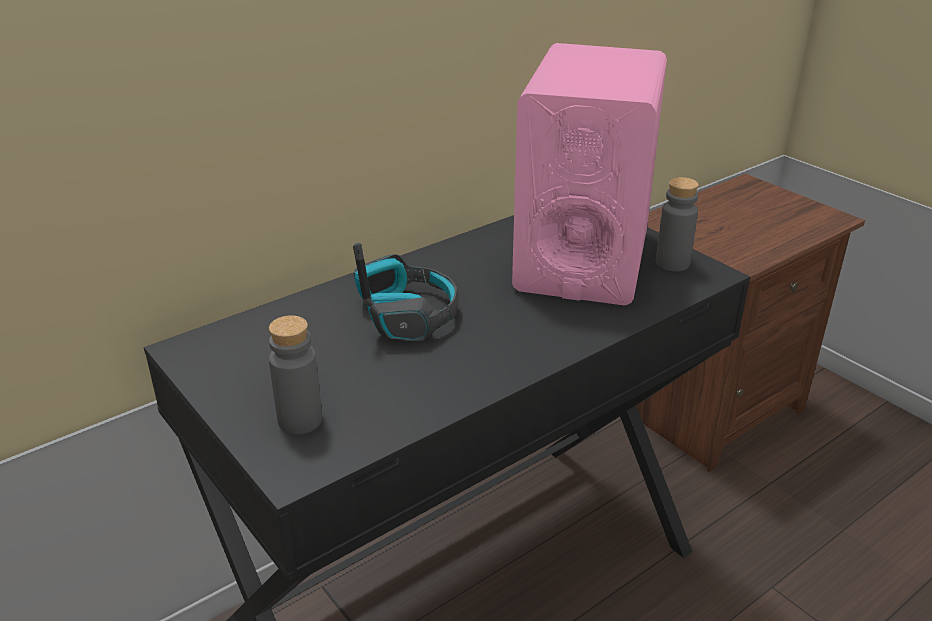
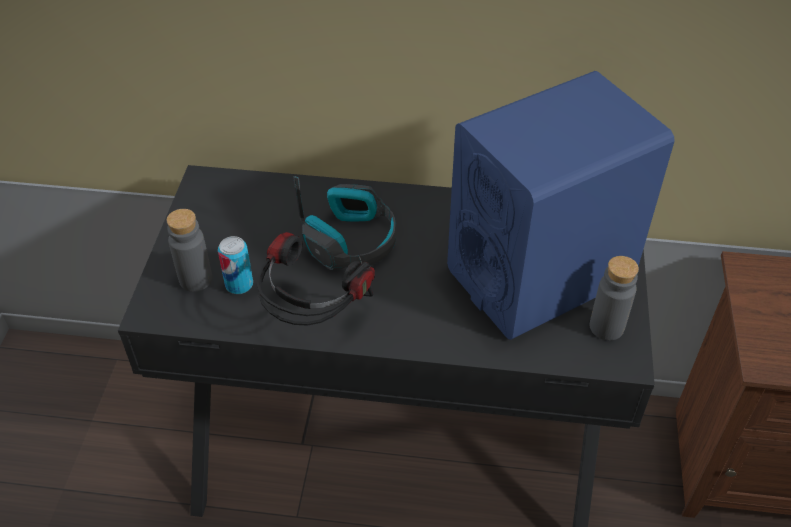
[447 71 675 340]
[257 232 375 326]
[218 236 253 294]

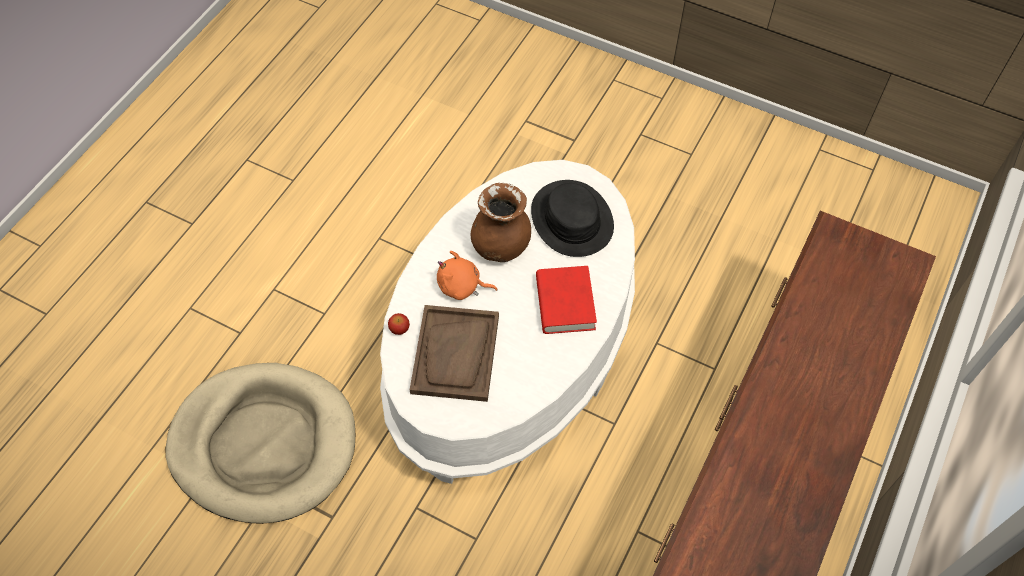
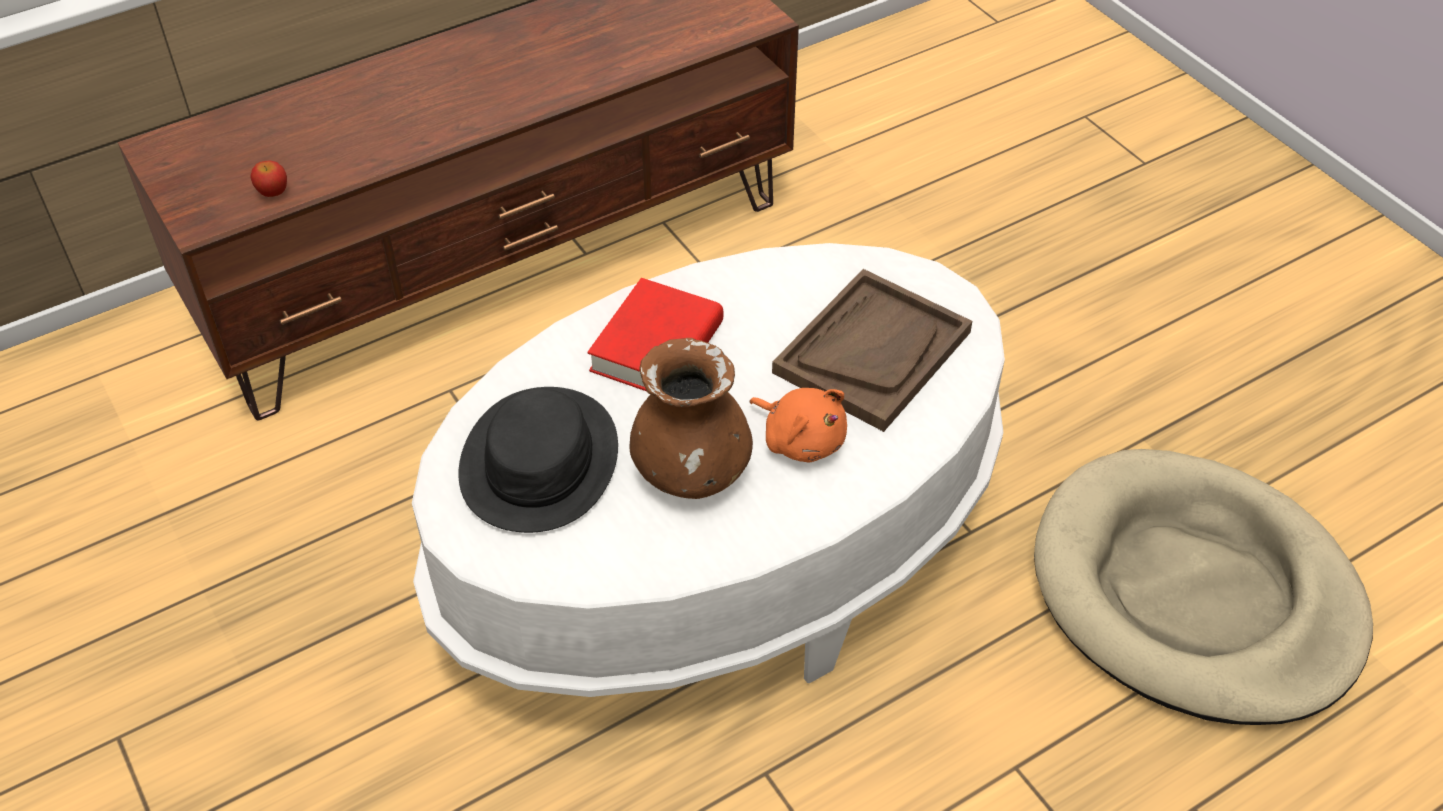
[250 160 287 197]

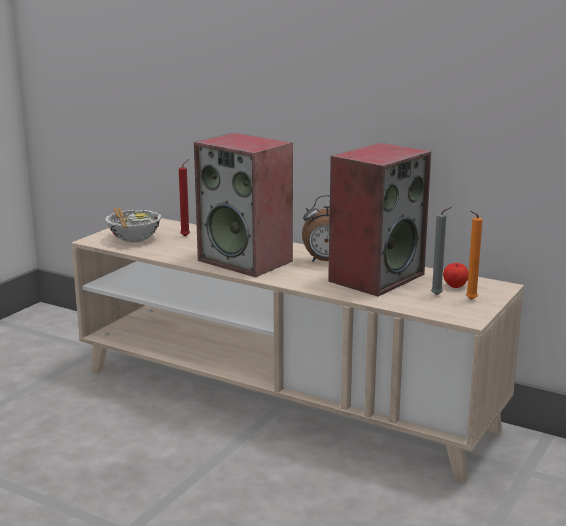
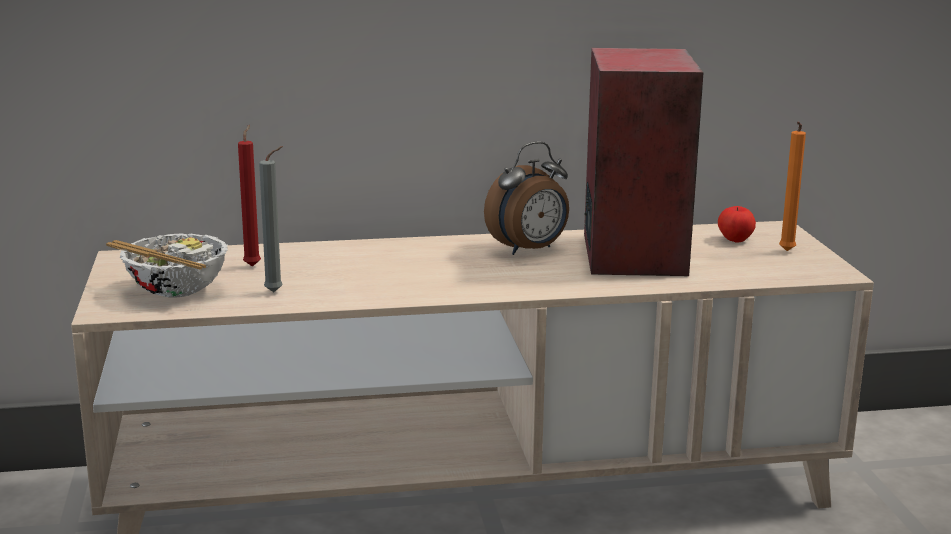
[194 133 293 277] (first image)
[259 146 283 292]

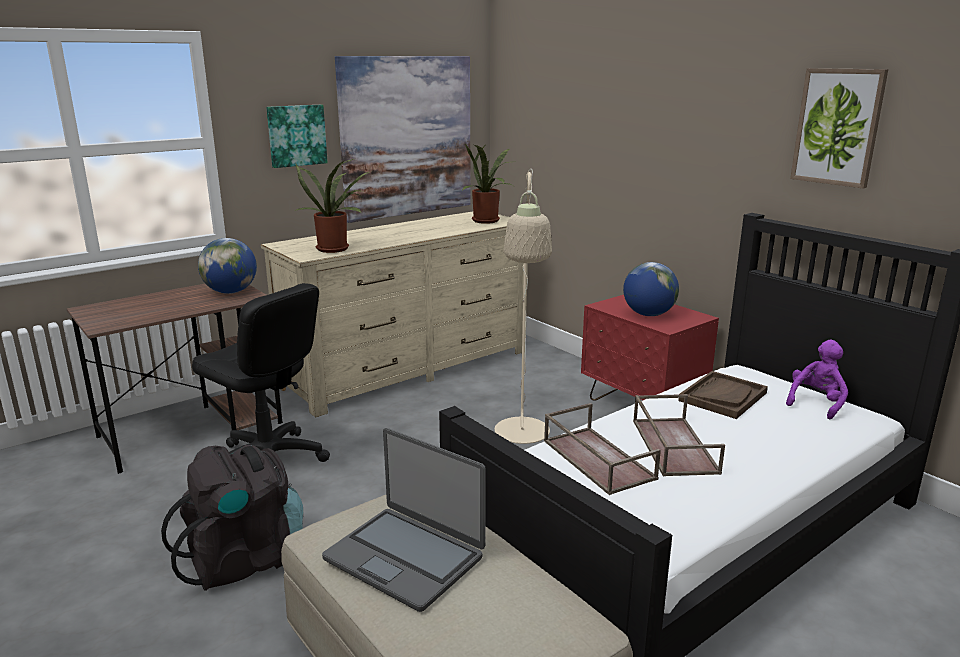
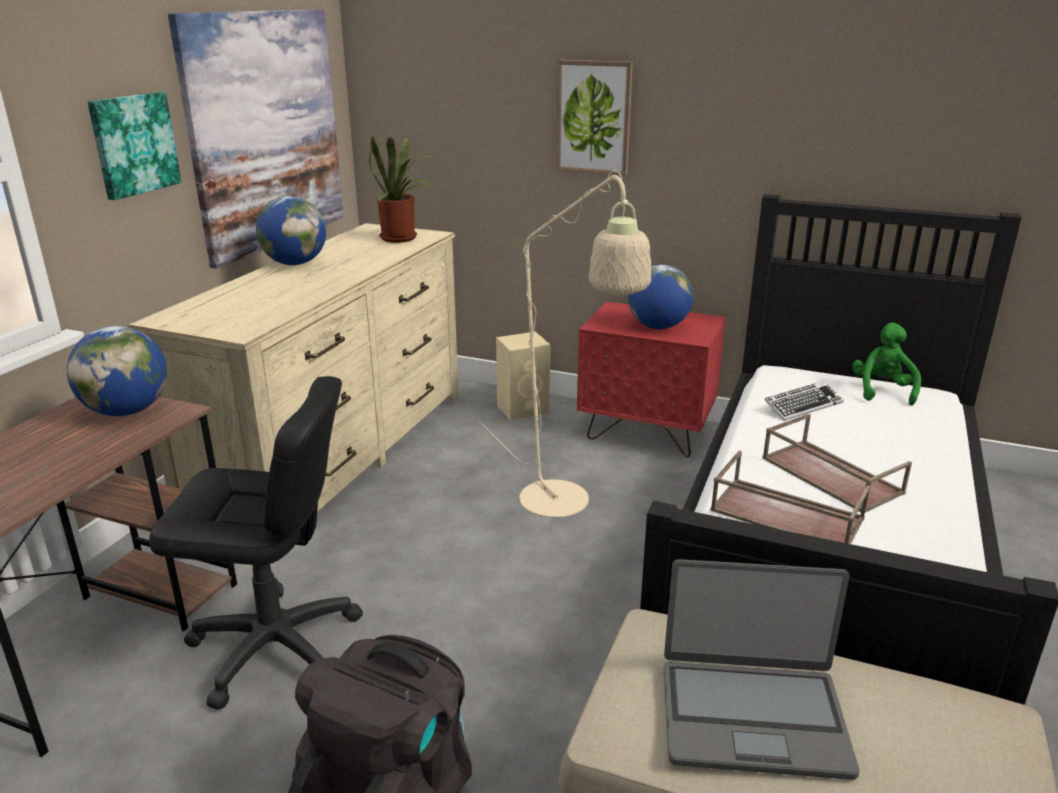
[556 60 633 176]
[292 159 369 253] (first image)
[852 322 921 405]
[765 381 844 421]
[256 196 326 265]
[496 332 550 421]

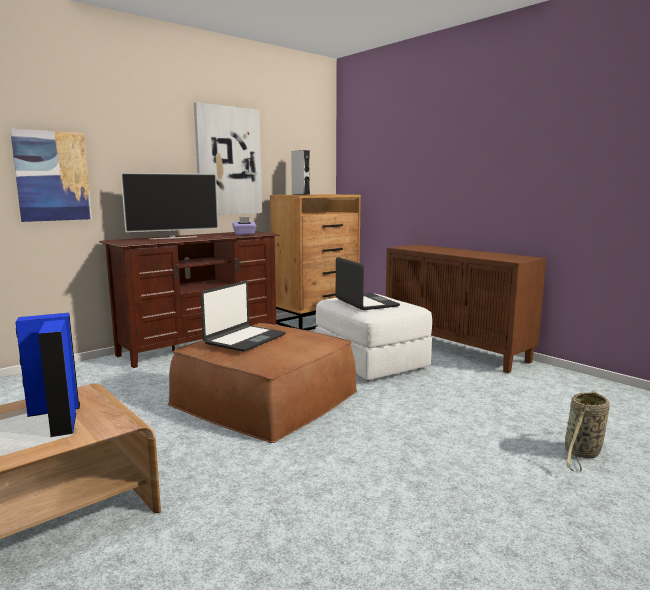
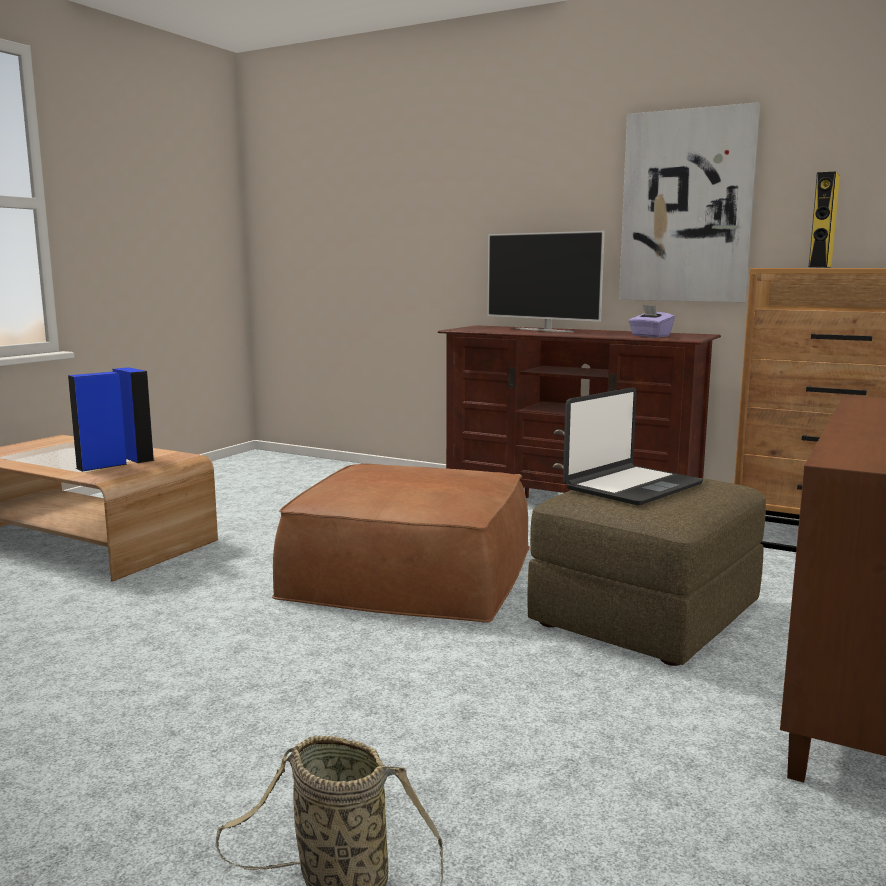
[10 129 92 222] (first image)
[808 172 840 268]
[200 281 286 352] (first image)
[528 477 766 666]

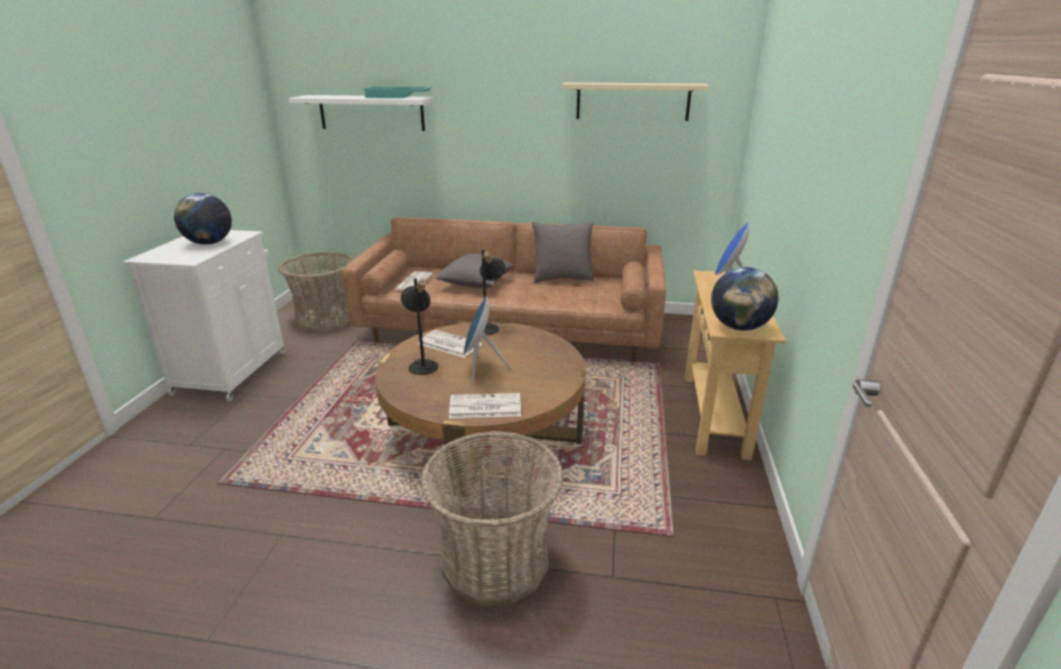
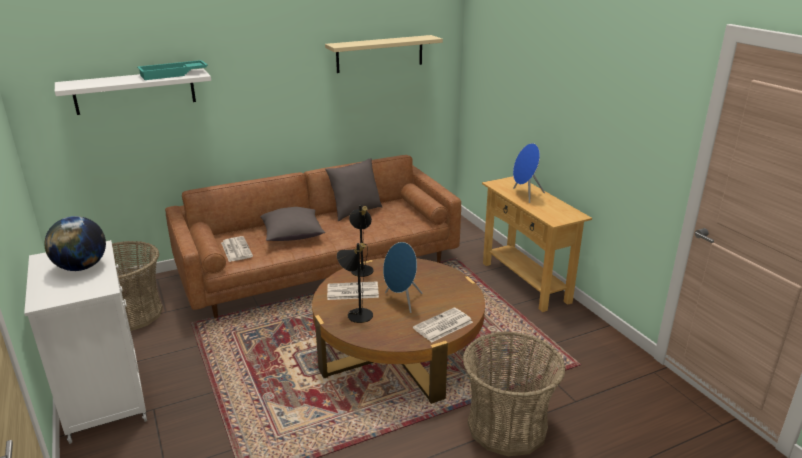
[711 267 778 331] (first image)

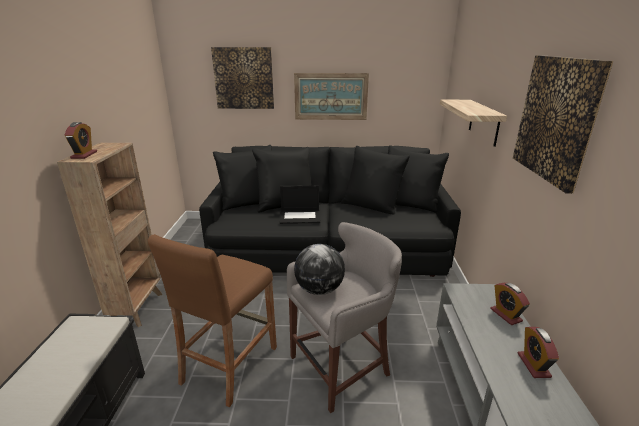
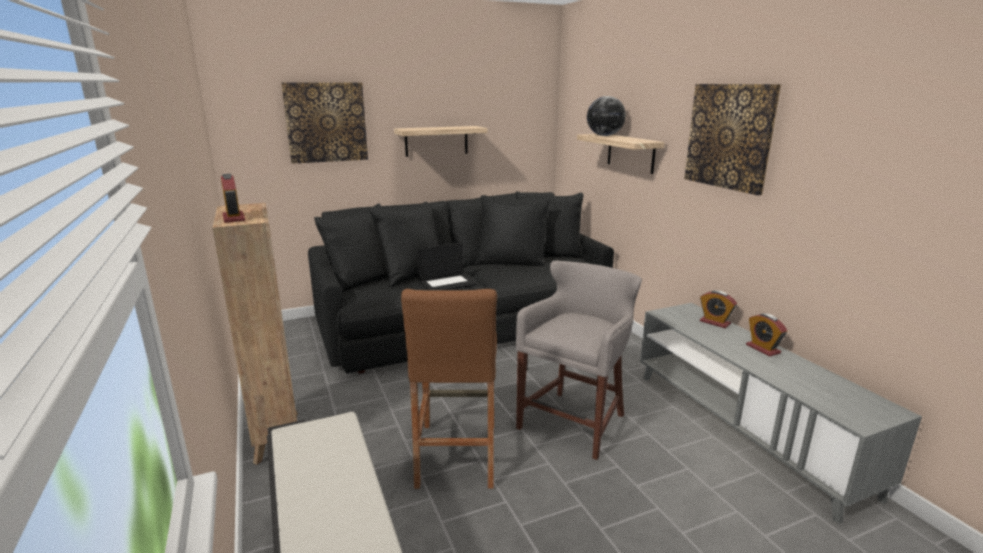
[394 126 487 157]
[587 96 626 136]

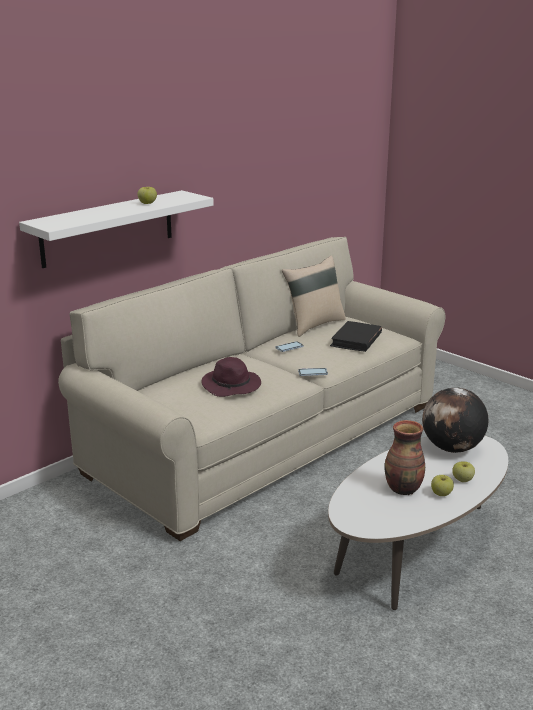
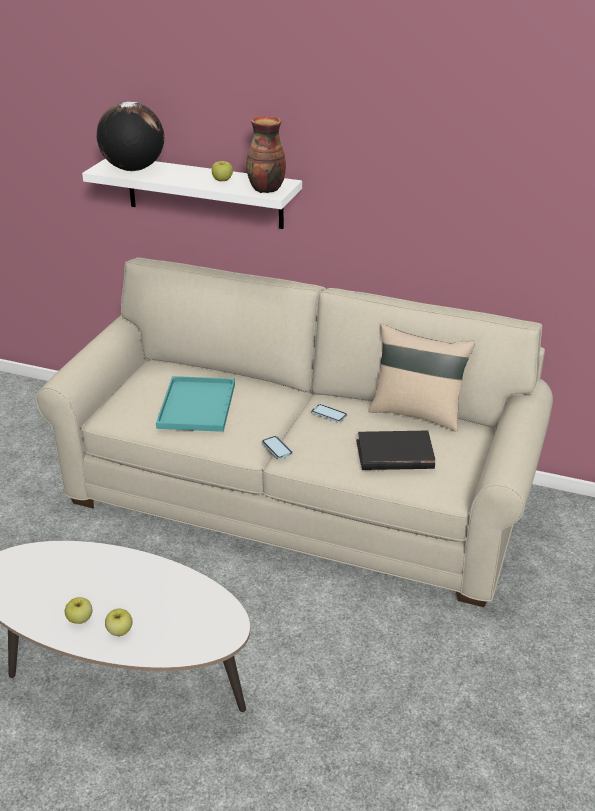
[156 376 235 432]
[97 101 164 171]
[246 116 286 193]

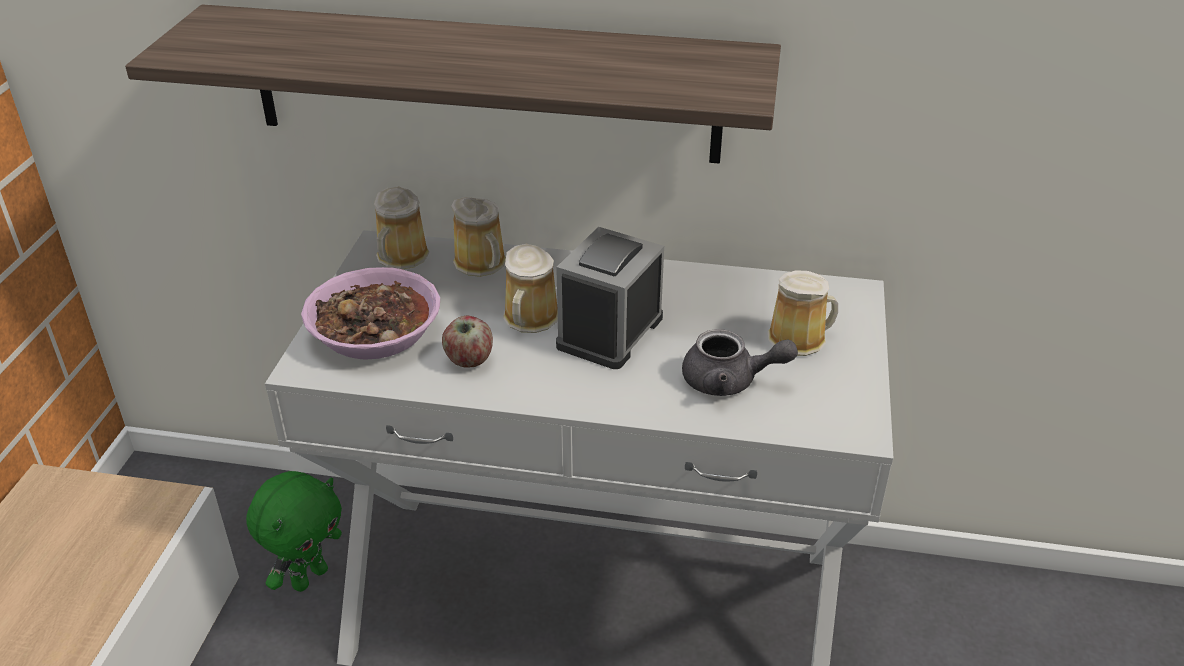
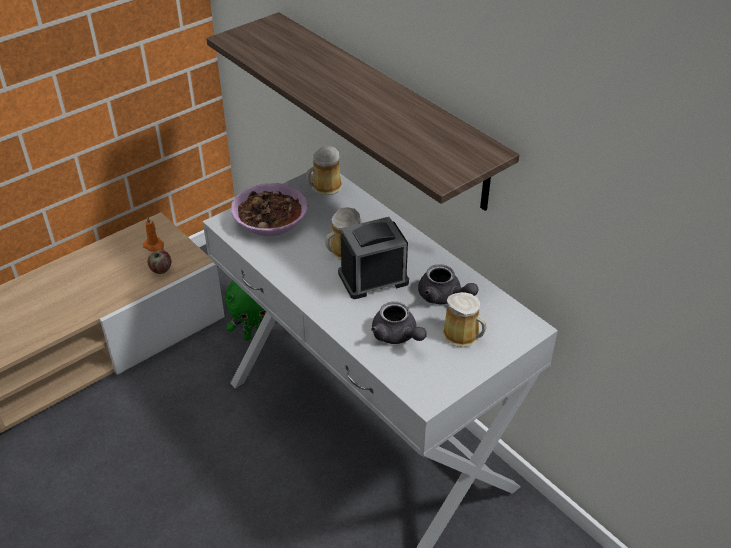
[451 197 506 277] (first image)
[147 250 171 274]
[143 216 164 252]
[418 264 479 304]

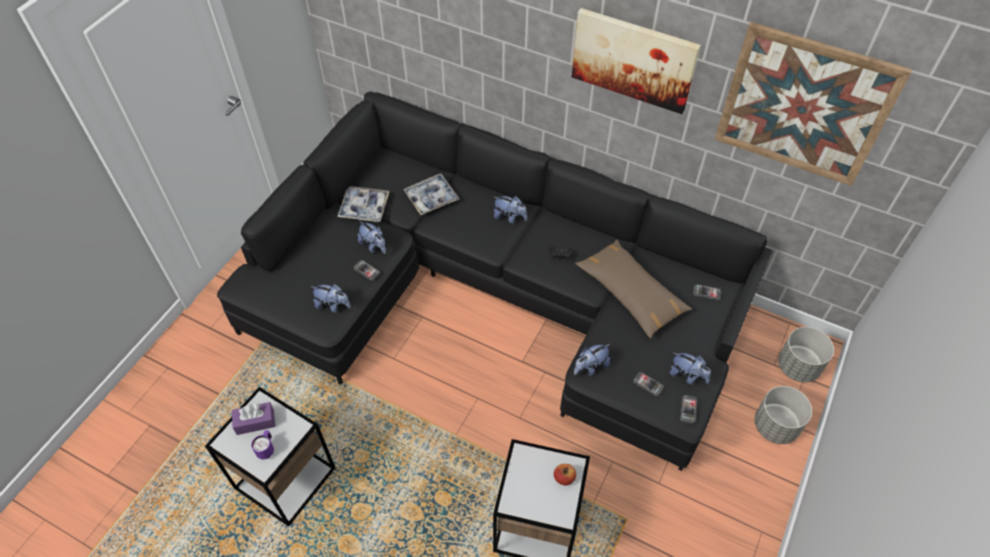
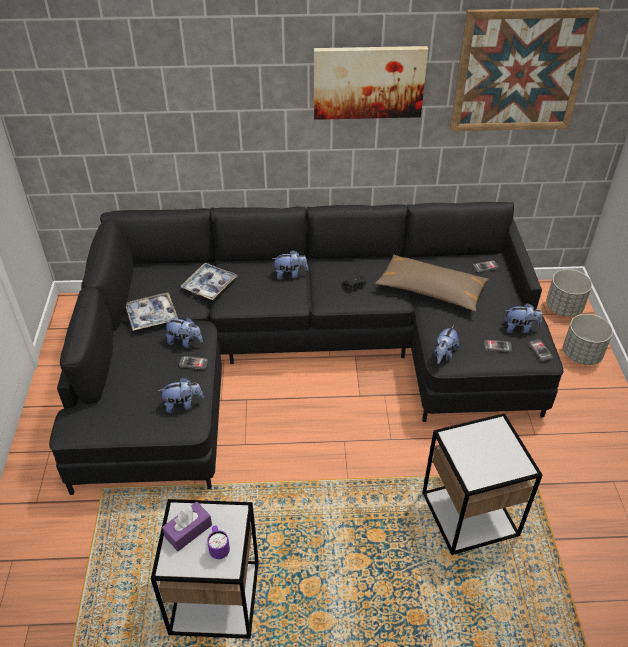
[554 464 576 485] (first image)

